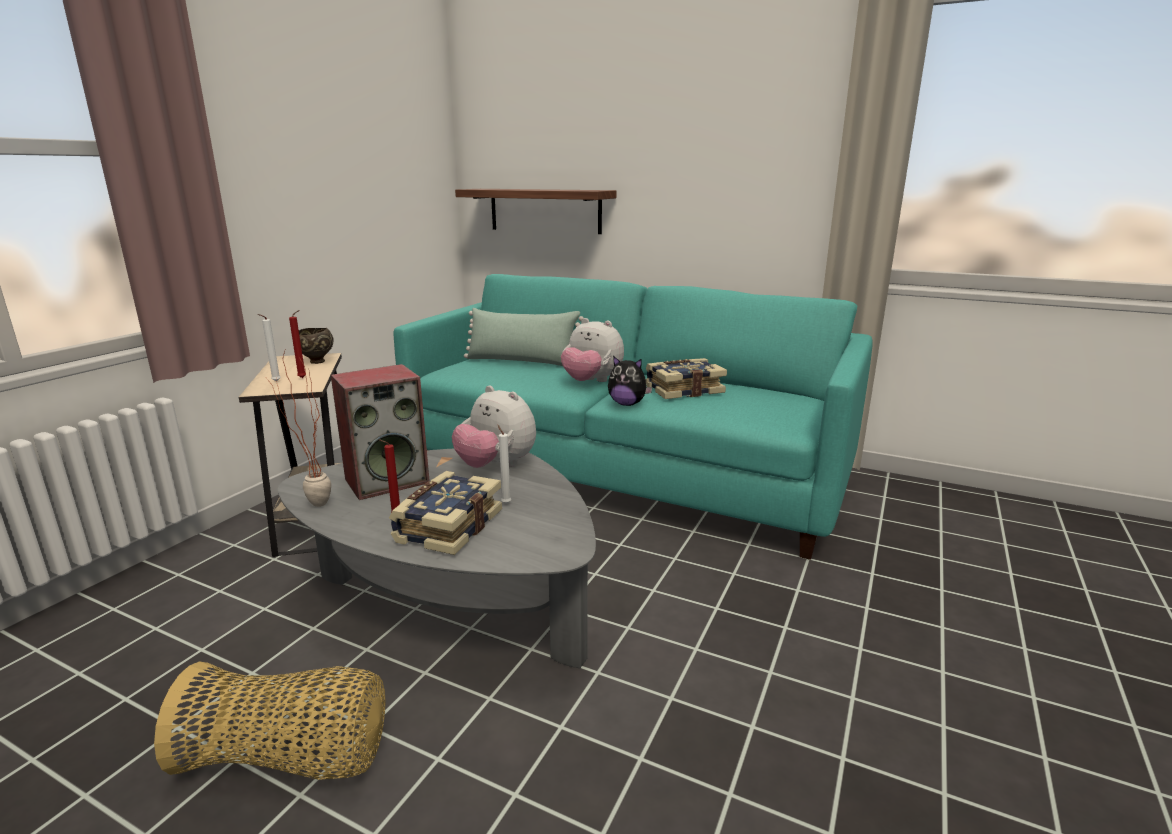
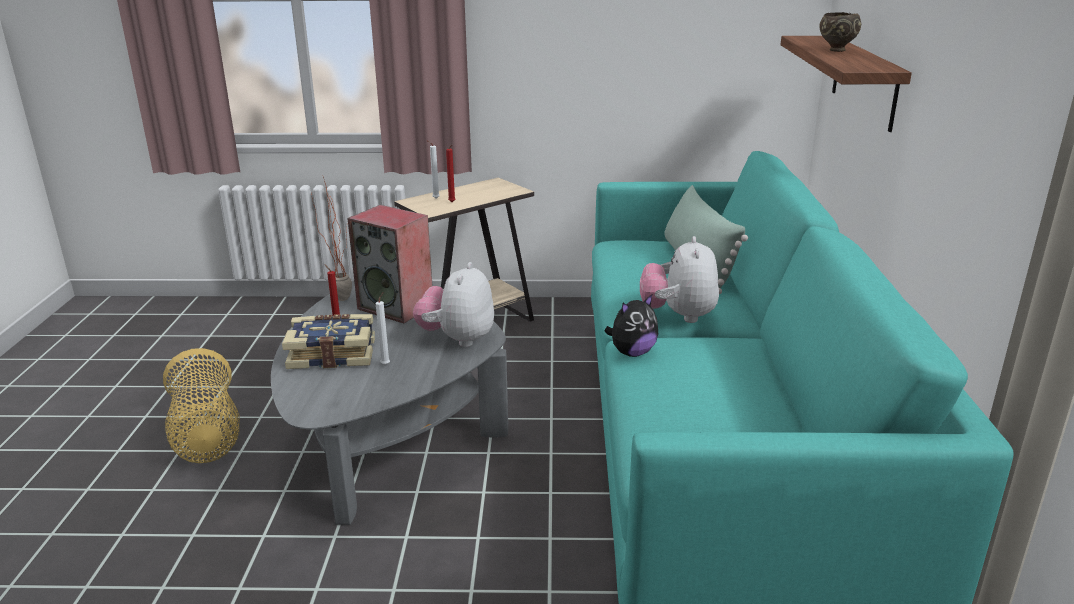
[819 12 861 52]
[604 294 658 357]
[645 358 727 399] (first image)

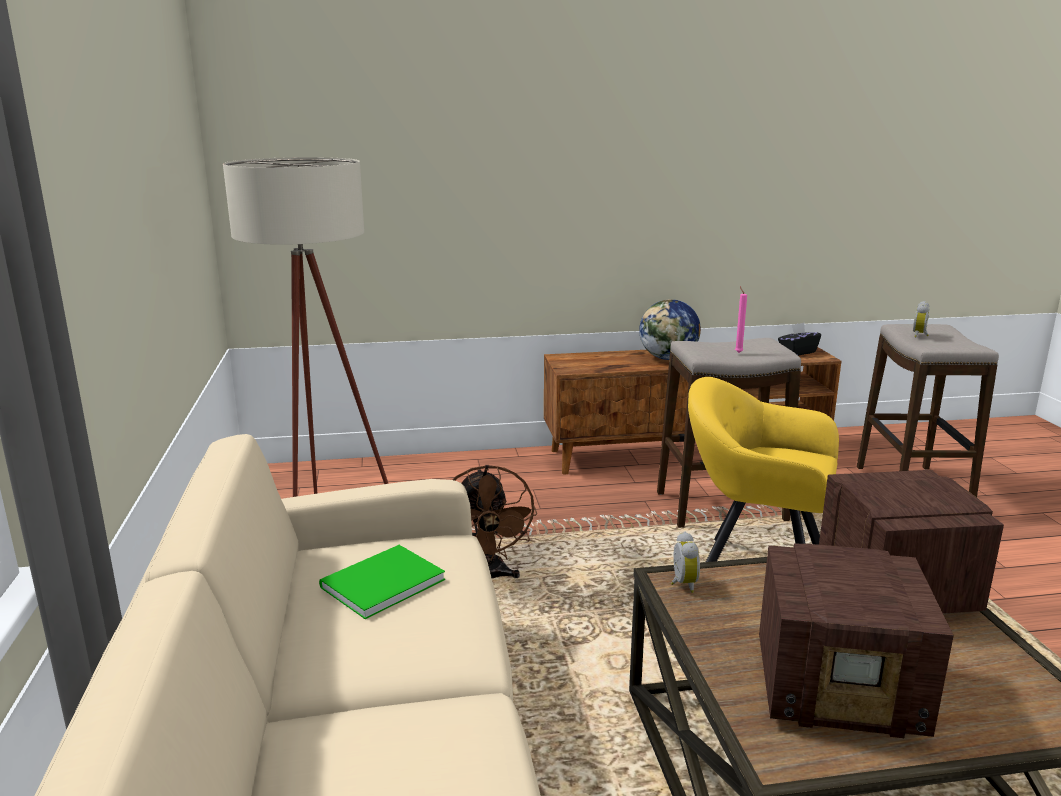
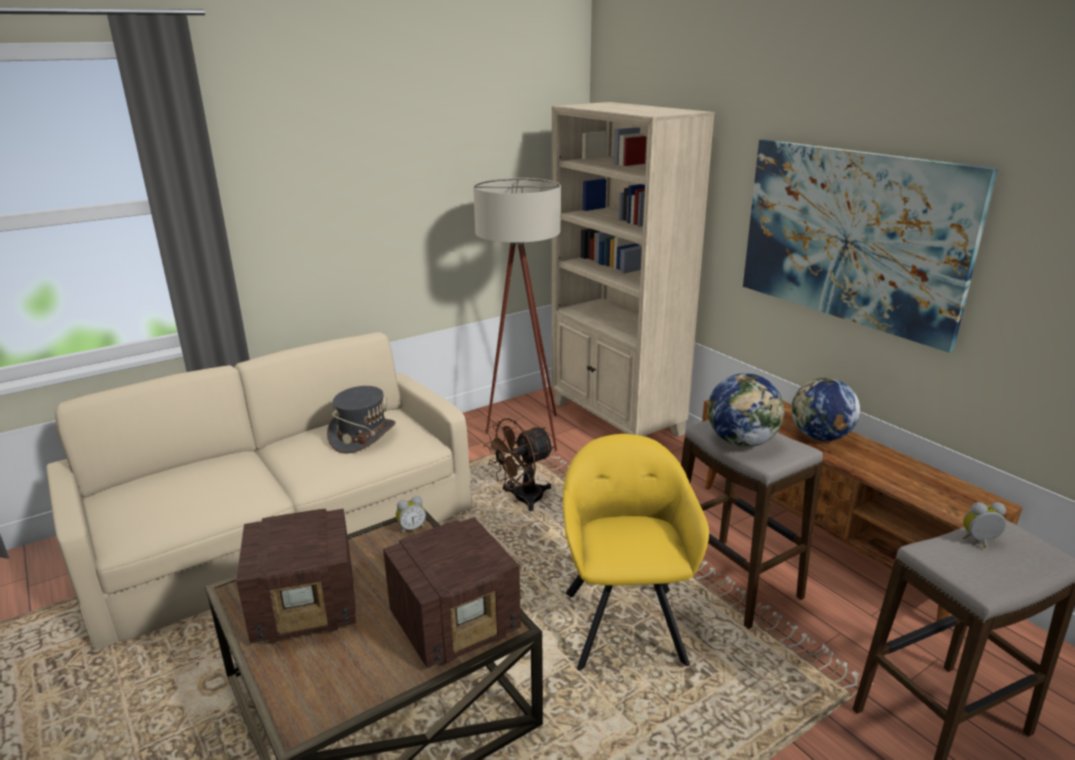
[708 373 784 447]
[778 323 821 356] (first image)
[236 509 356 643]
[327 386 396 454]
[552 102 715 437]
[743 139 998 353]

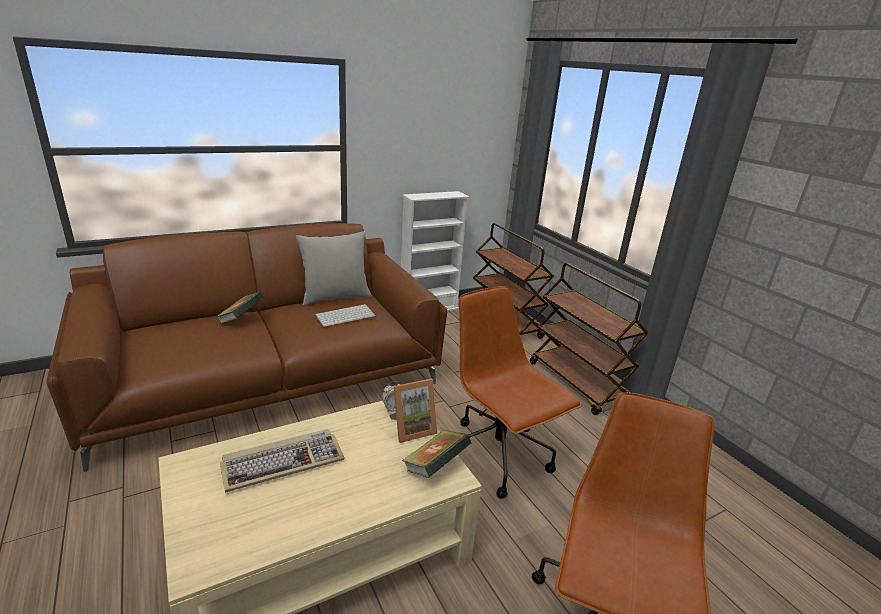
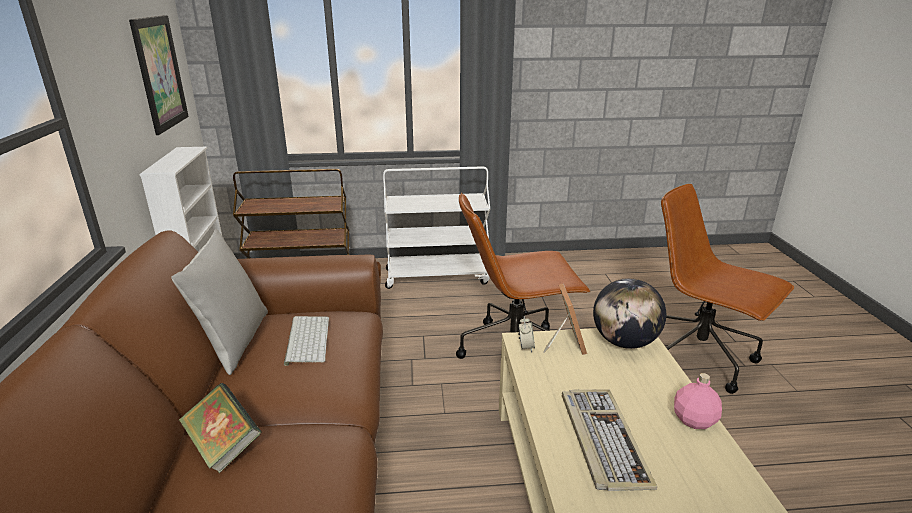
[383 166 490 289]
[593 278 666 349]
[129 15 189 135]
[674 373 722 429]

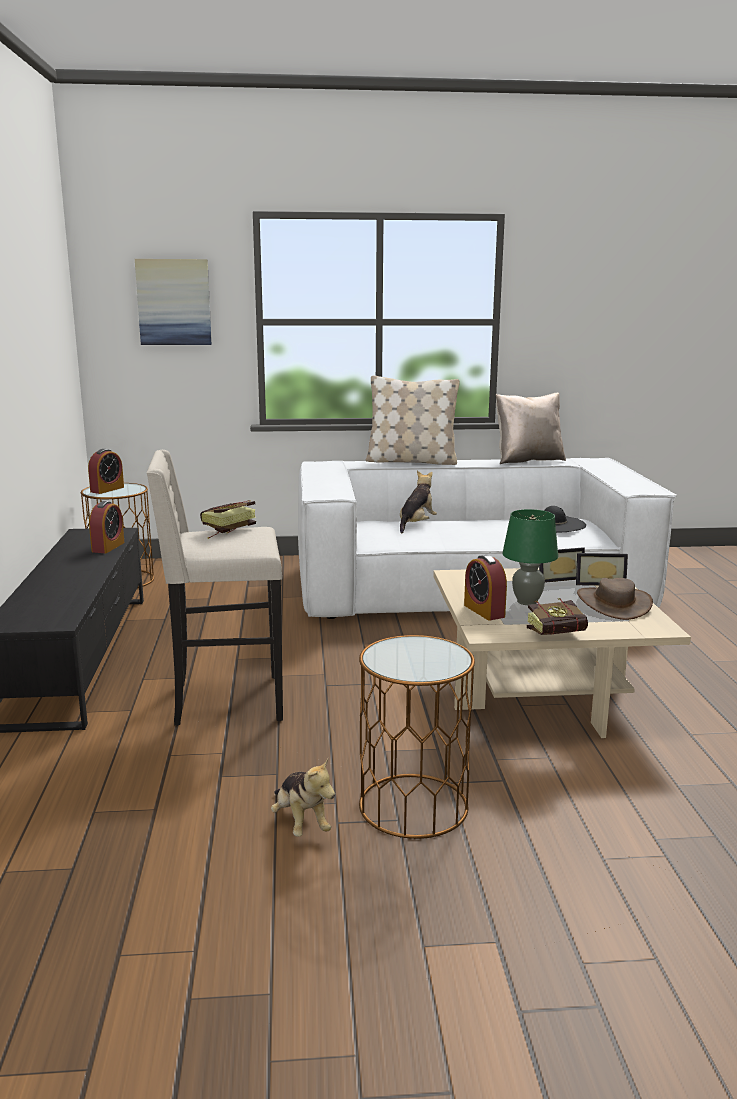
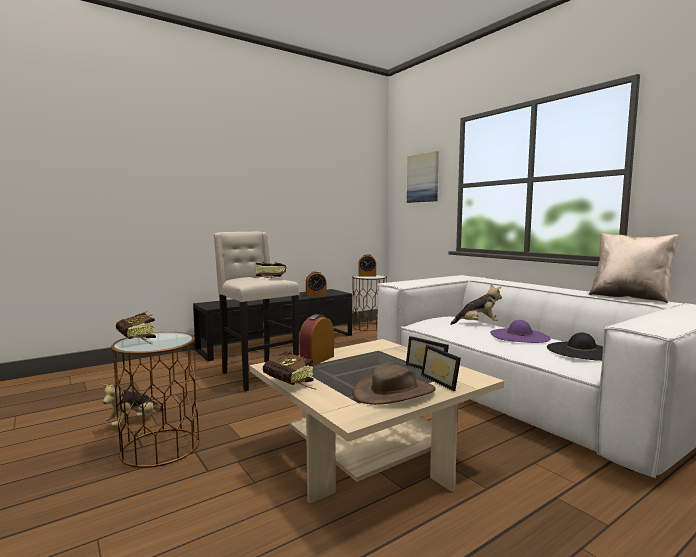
[366 376 460 465] (first image)
[502 509 558 605] (first image)
[116 311 156 345]
[490 320 551 343]

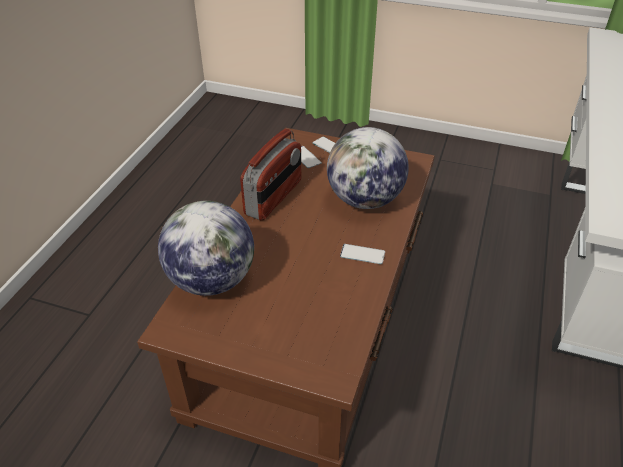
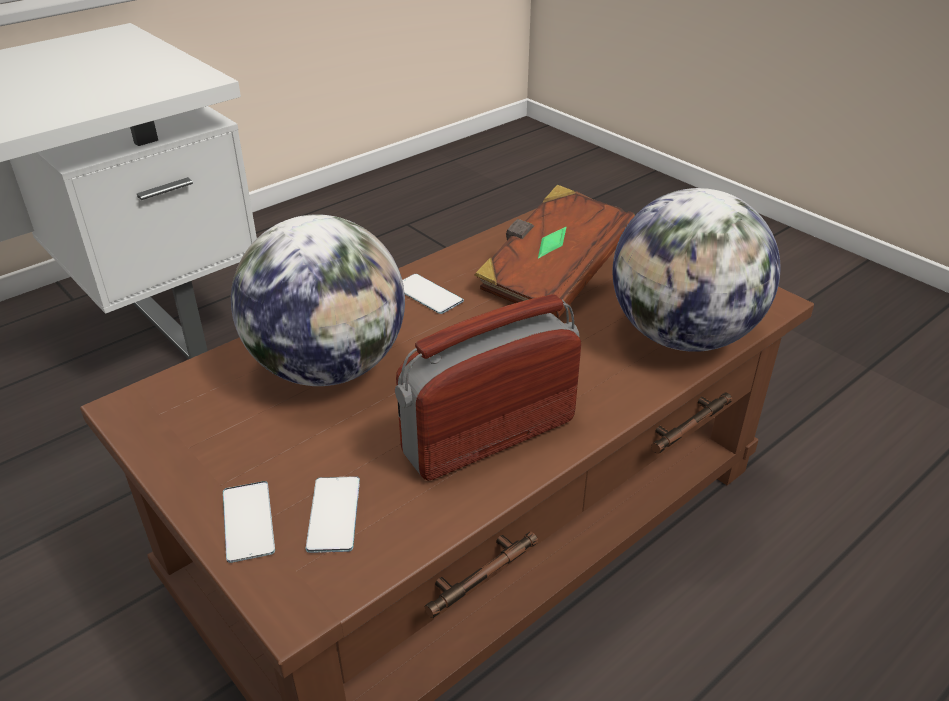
[475 185 635 319]

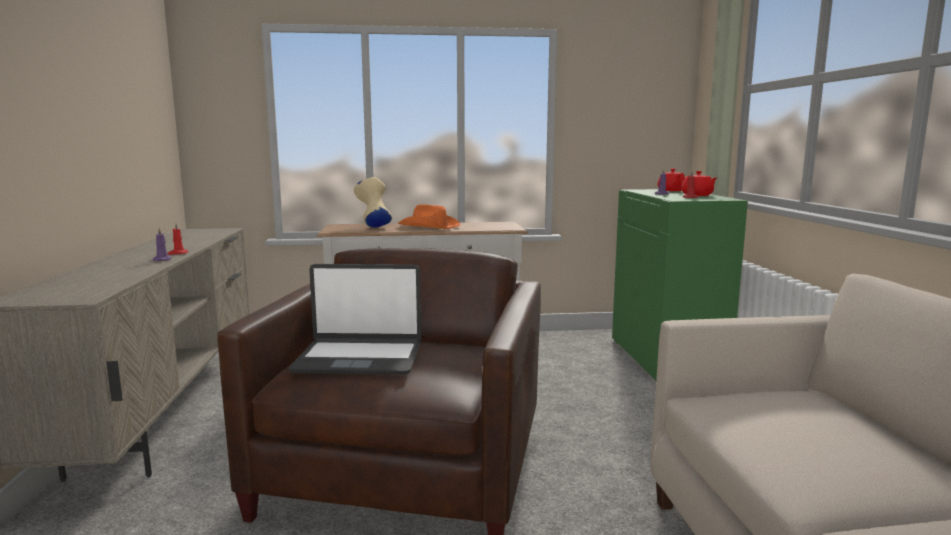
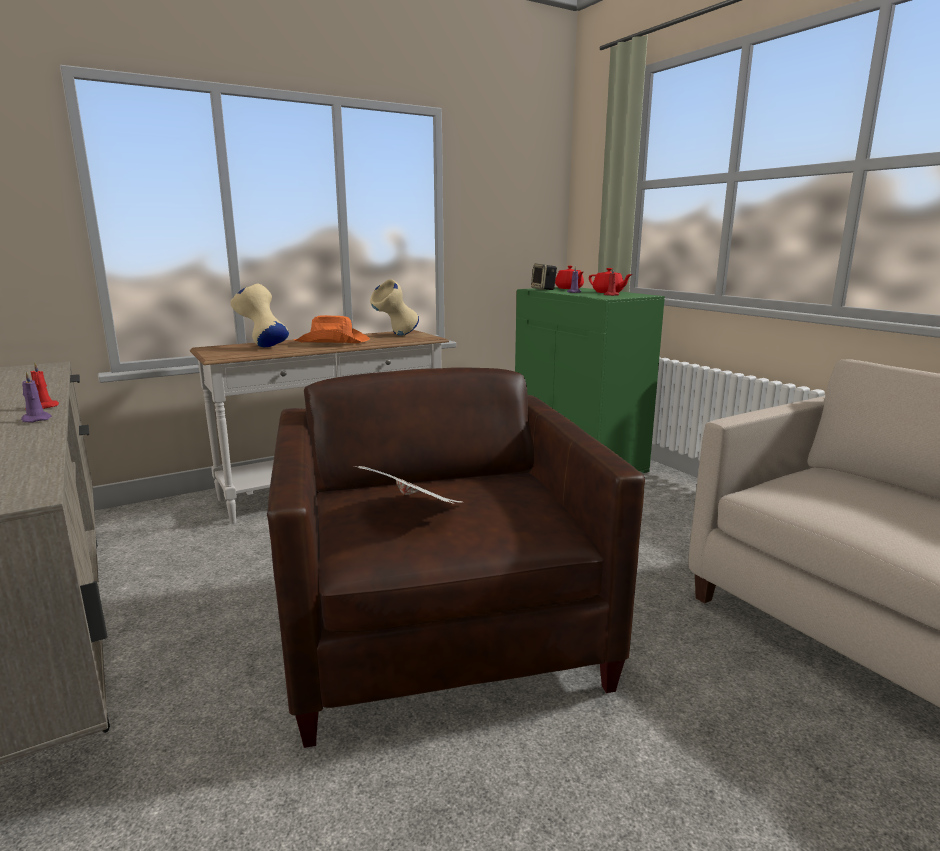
[357 466 462 504]
[531 264 557 290]
[370 279 419 336]

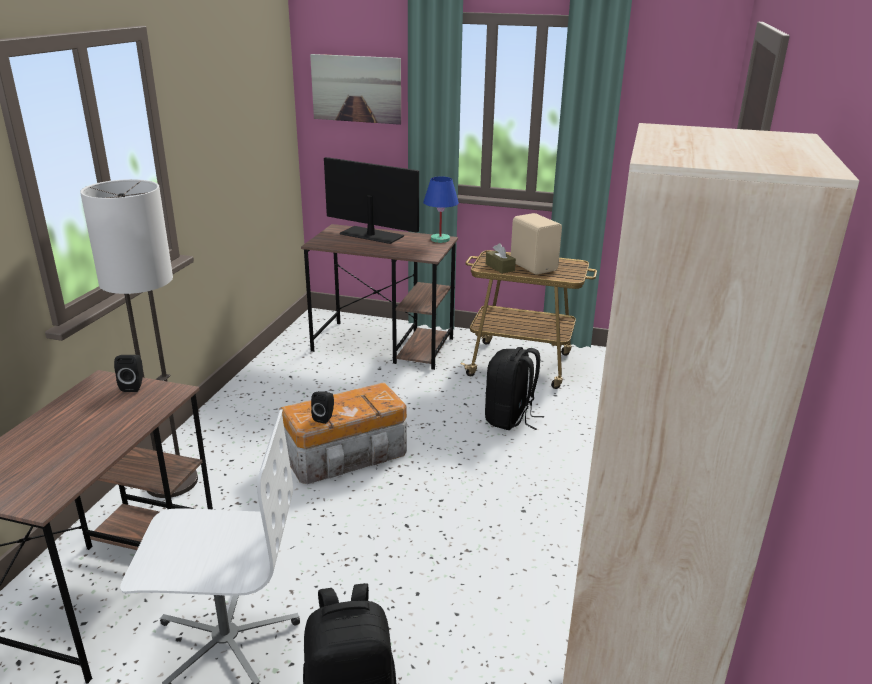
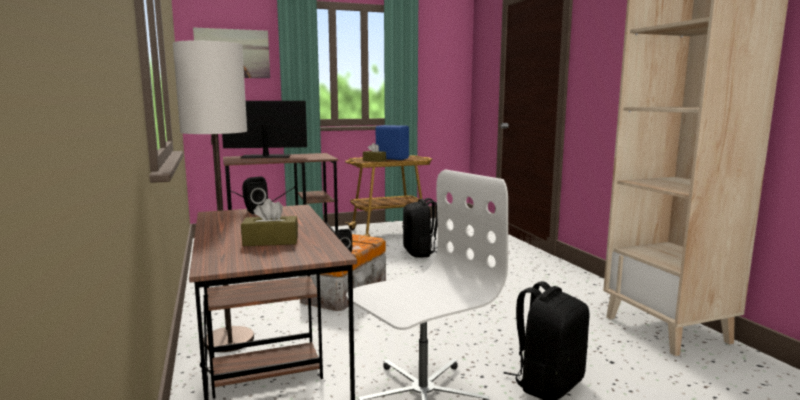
[423 176 459 243] (first image)
[376 125 409 160]
[241 199 298 246]

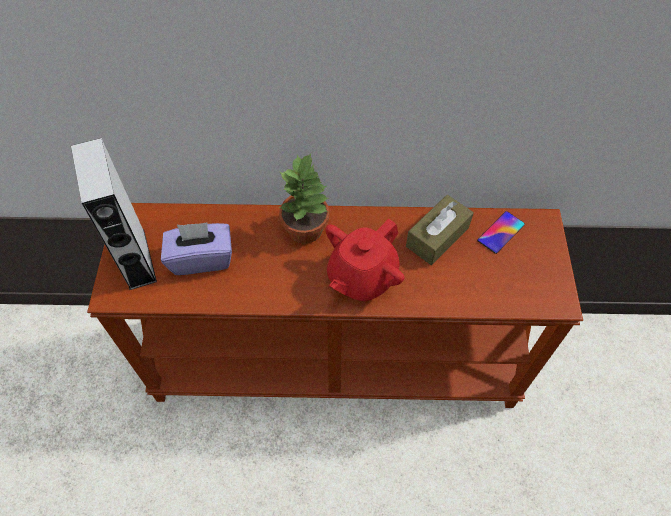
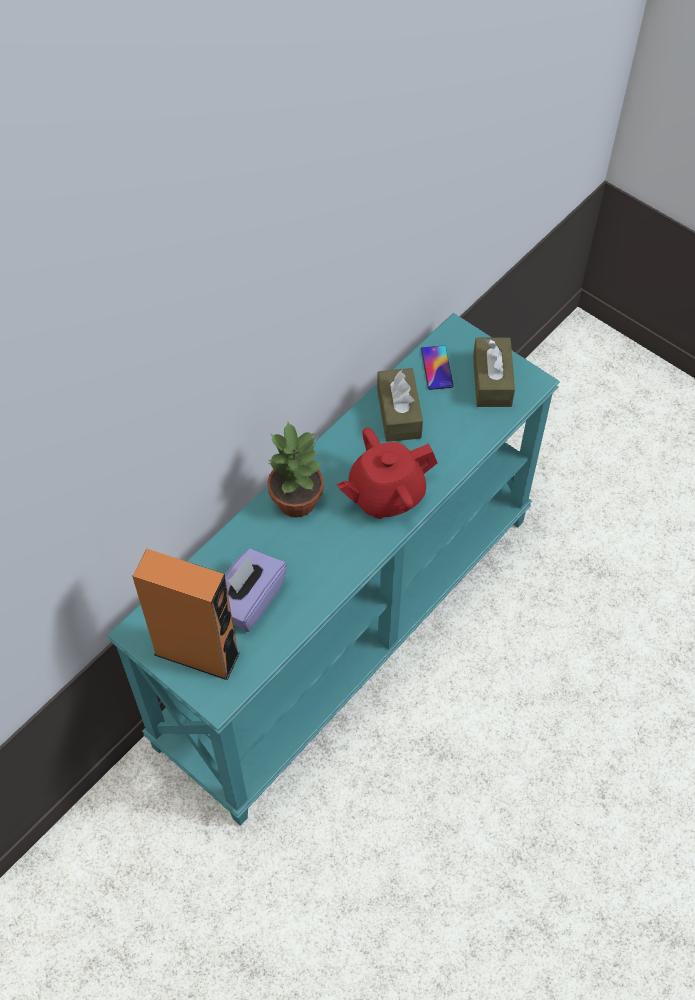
[132 549 240 680]
[107 313 560 826]
[337 428 437 519]
[473 338 515 407]

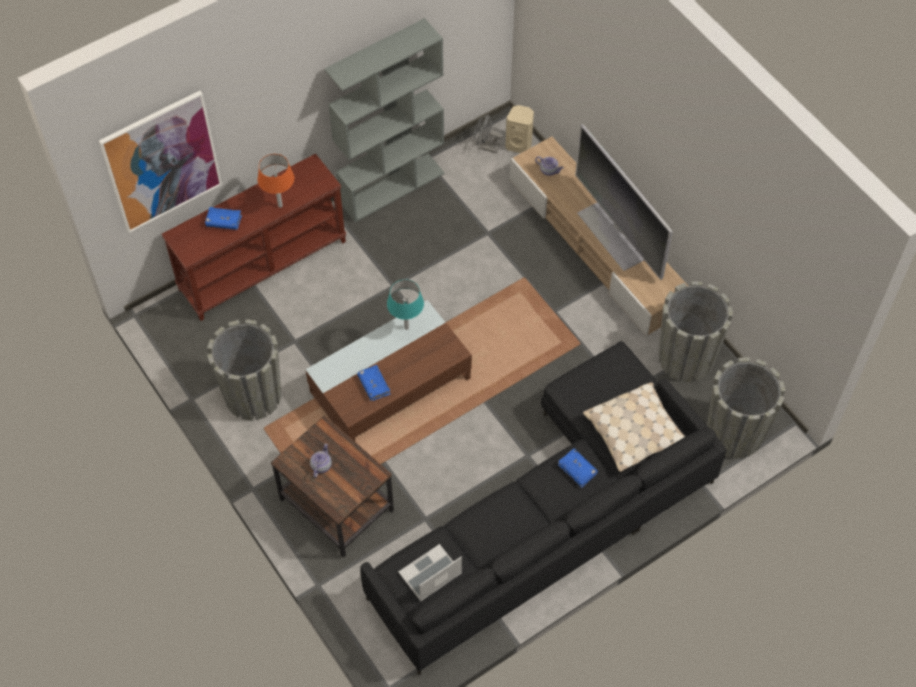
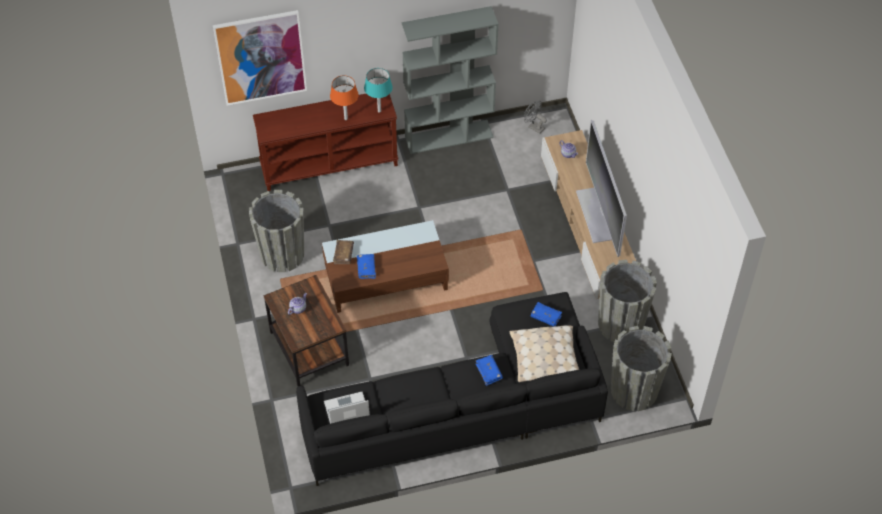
[505 105 534 153] (first image)
[531 302 562 327]
[364 68 392 113]
[333 240 354 264]

